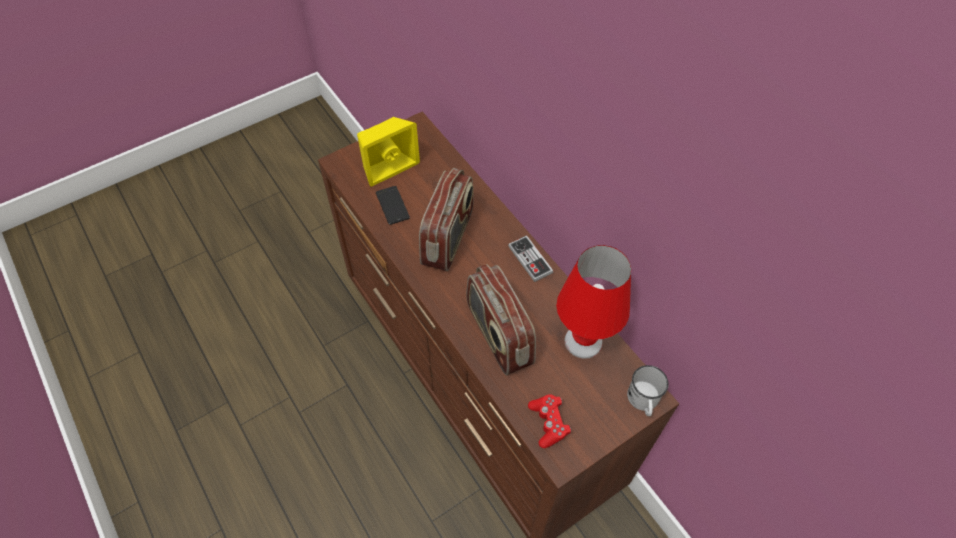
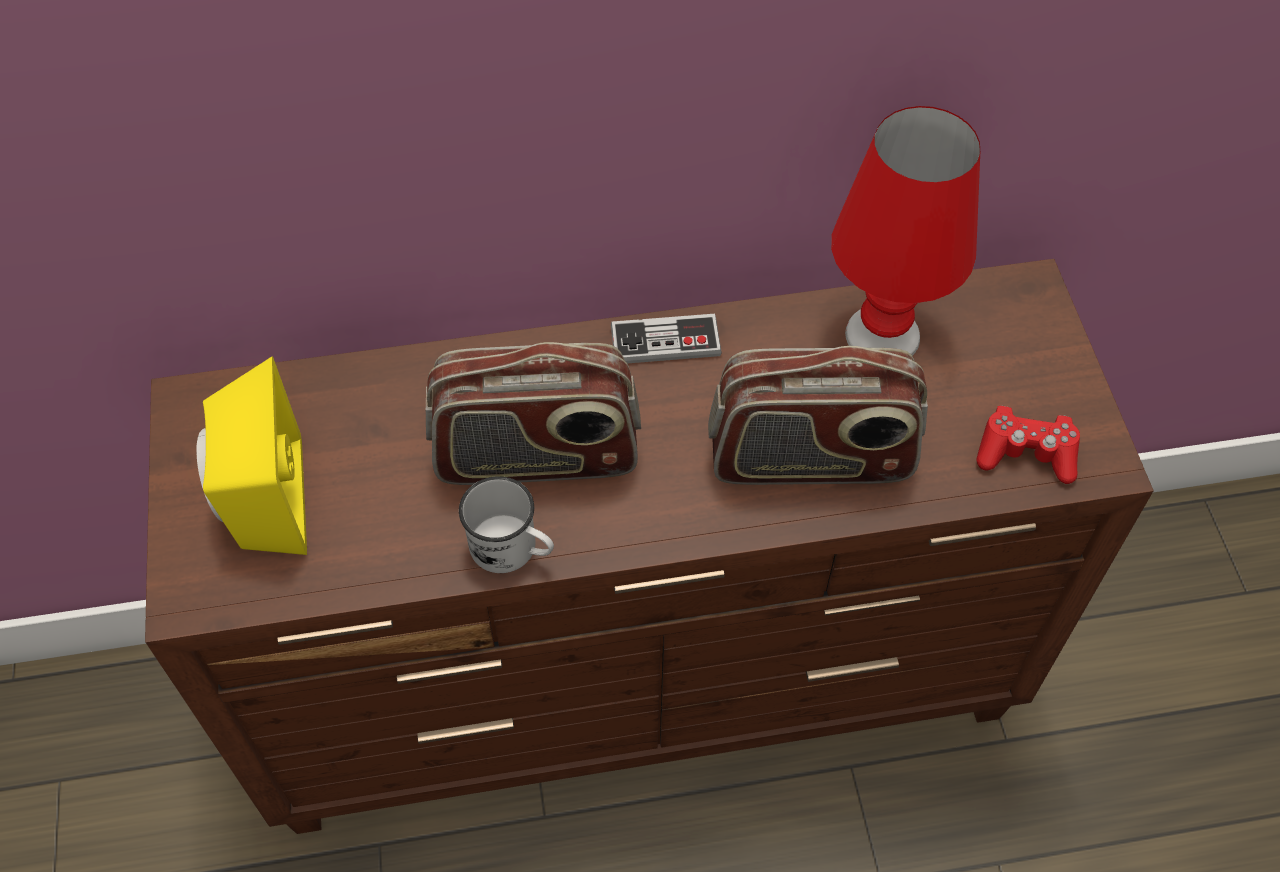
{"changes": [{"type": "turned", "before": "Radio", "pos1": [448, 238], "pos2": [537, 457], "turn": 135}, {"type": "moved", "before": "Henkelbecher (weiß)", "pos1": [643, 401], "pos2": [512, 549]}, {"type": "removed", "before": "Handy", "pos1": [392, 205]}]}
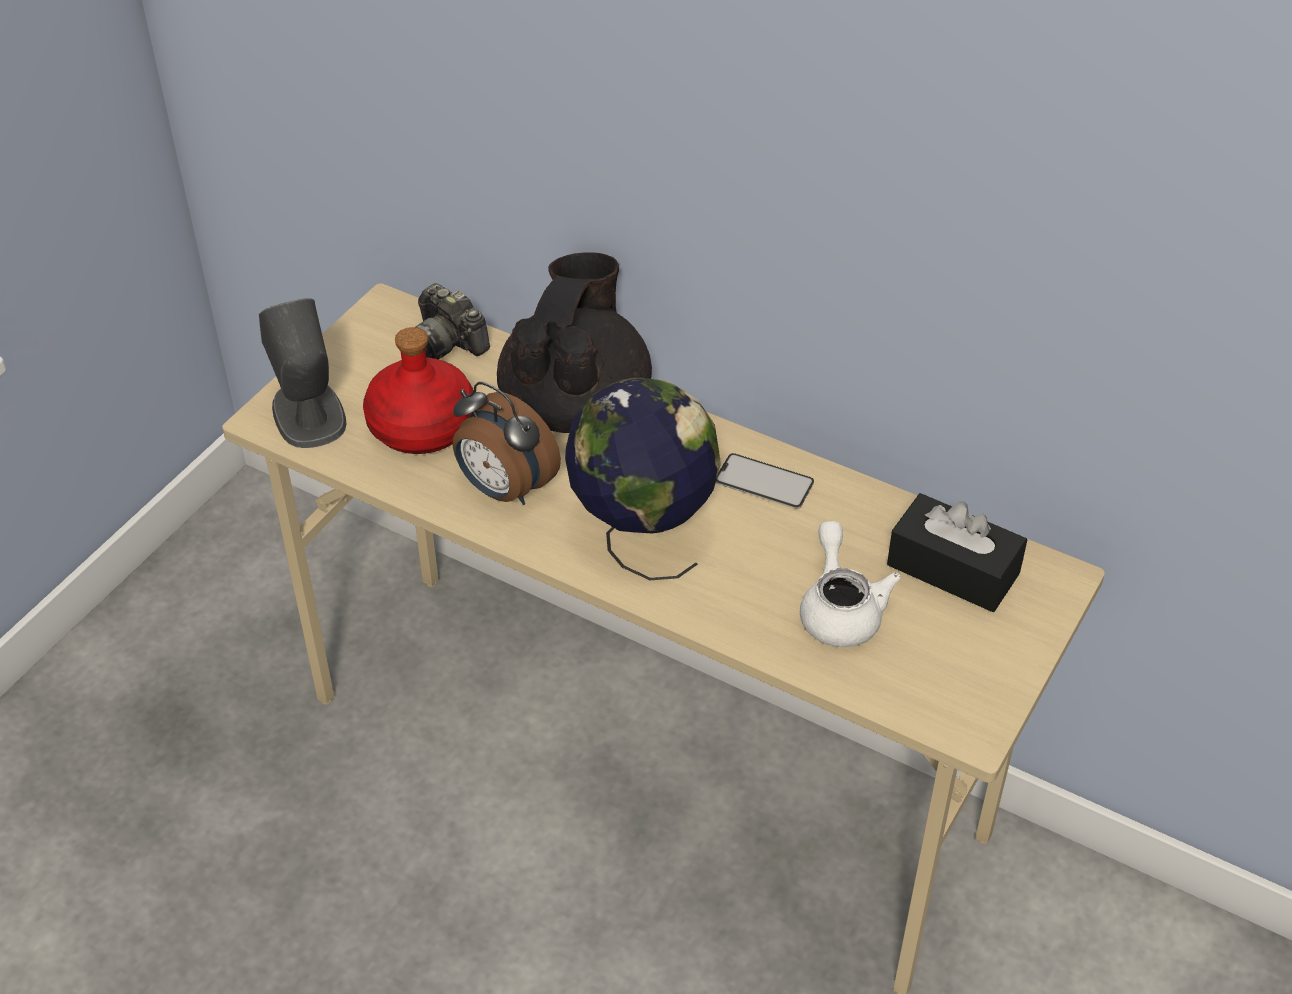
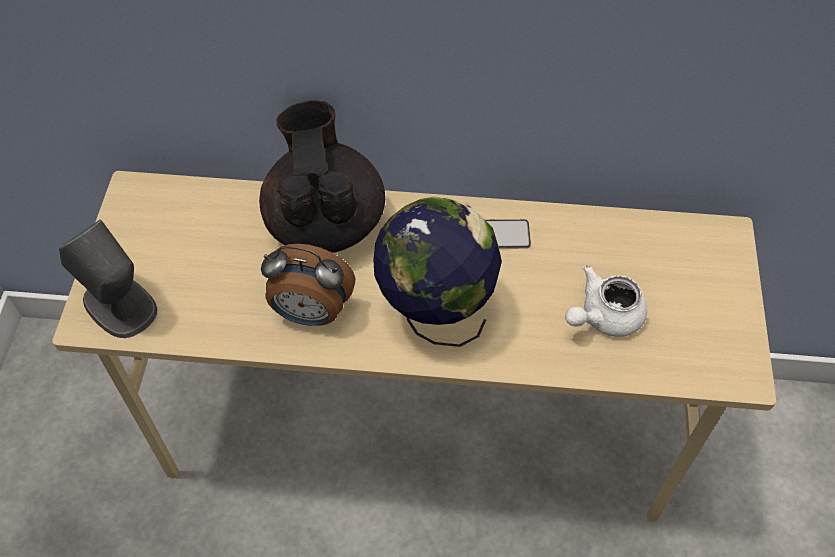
{"changes": [{"type": "turned", "before": "Teekanne (weiß)", "pos1": [840, 609], "pos2": [603, 316], "turn": -90}, {"type": "removed", "before": "Flasche (rot)", "pos1": [423, 426]}, {"type": "removed", "before": "Kamera", "pos1": [446, 343]}, {"type": "removed", "before": "Taschentuchbox (schwarz)", "pos1": [953, 569]}]}
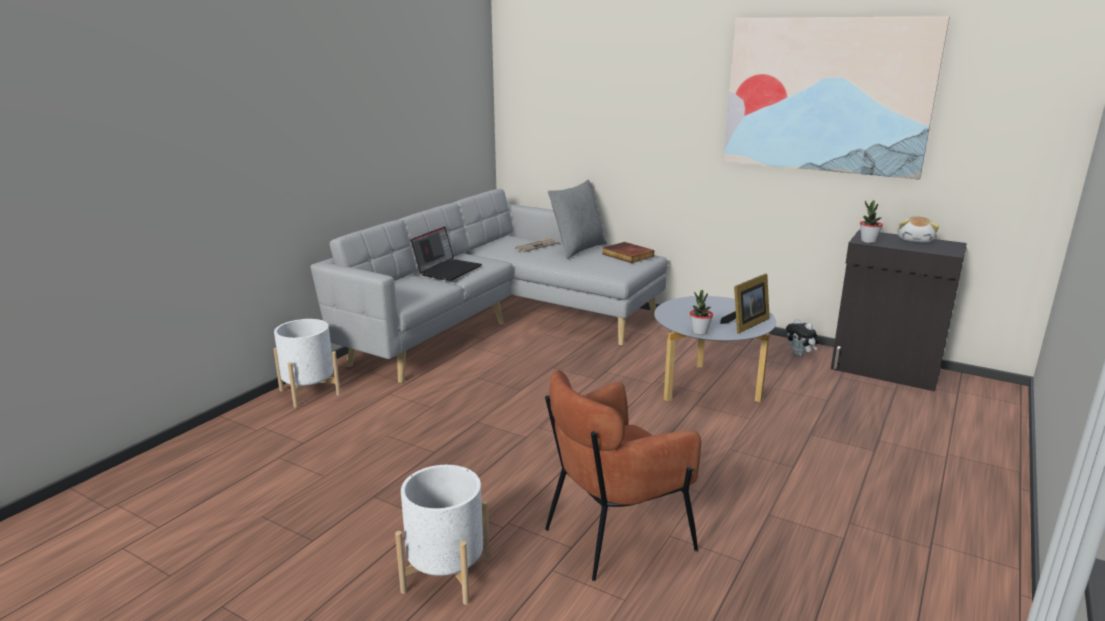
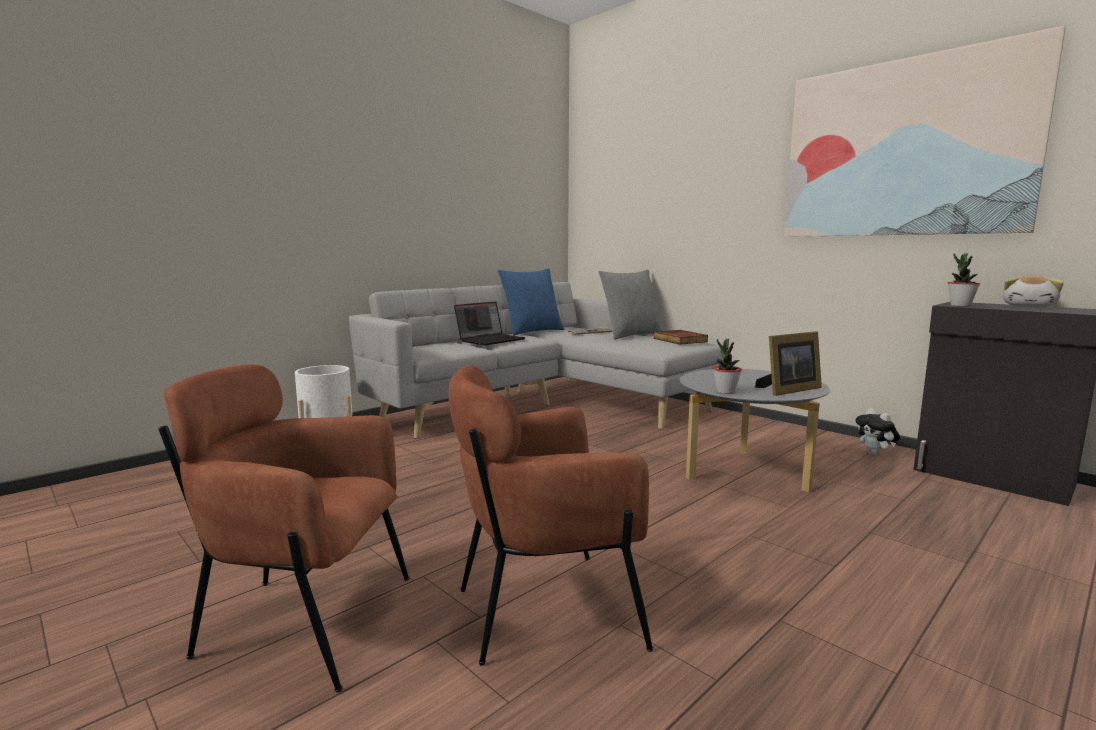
{"changes": [{"type": "replaced", "before": "Pflanzkübel (weiß)", "after": "Sessel (braun)", "pos1": [446, 574], "pos2": [304, 622]}, {"type": "added", "after": "Kissen (blau)", "pos2": [532, 331]}]}
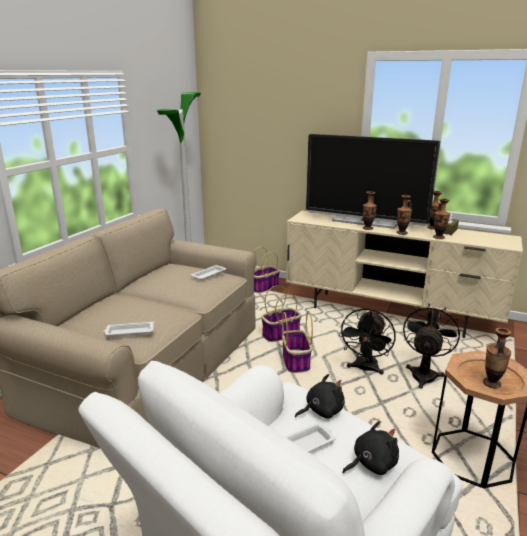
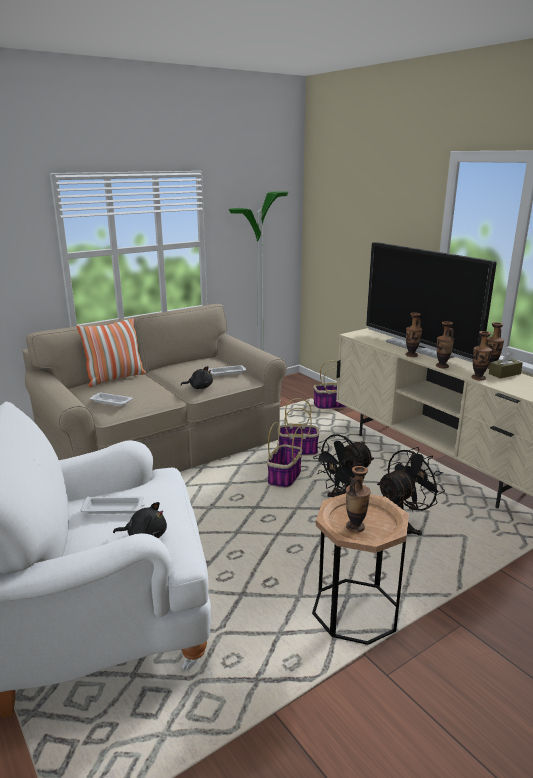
{"changes": [{"type": "added", "after": "Kissen", "pos2": [115, 378]}, {"type": "moved", "before": "Plüschtier (schwarz)", "pos1": [321, 411], "pos2": [199, 387]}]}
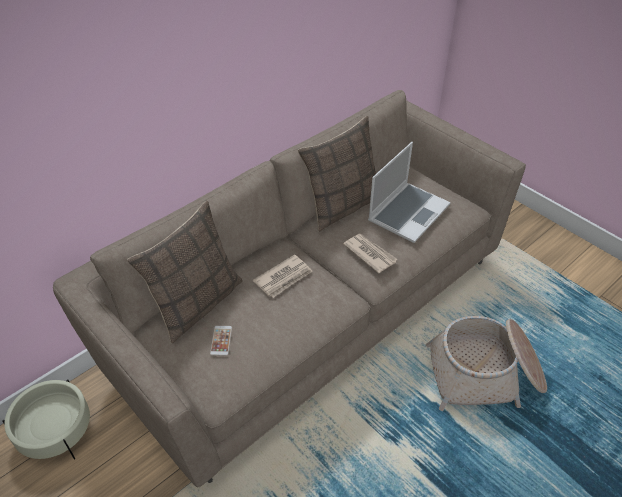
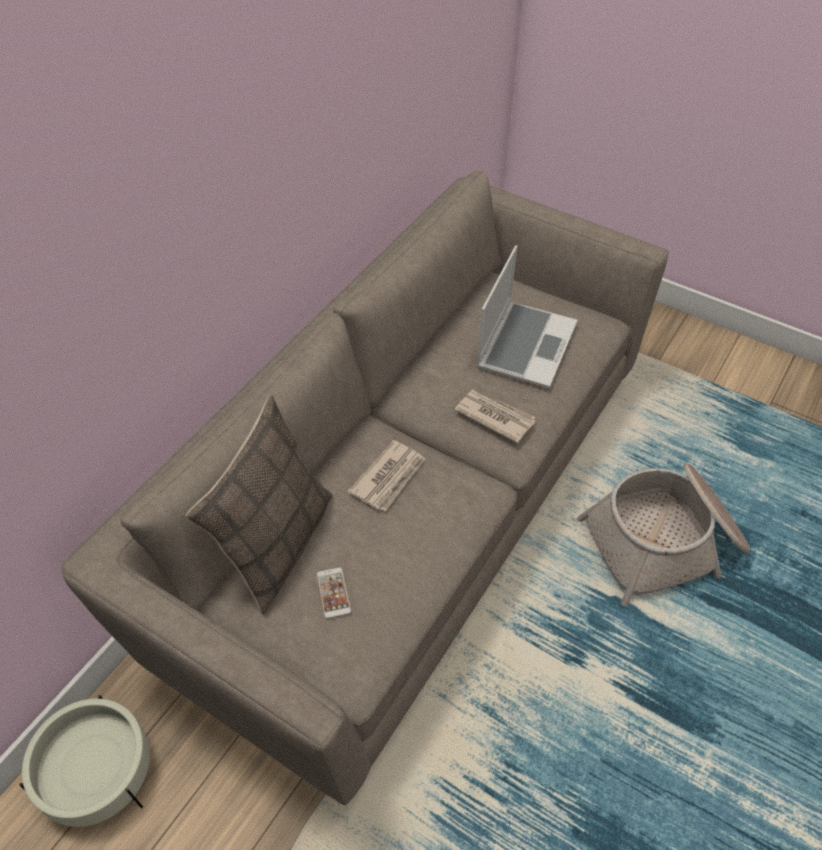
{"changes": [{"type": "removed", "before": "Kissen", "pos1": [342, 205]}]}
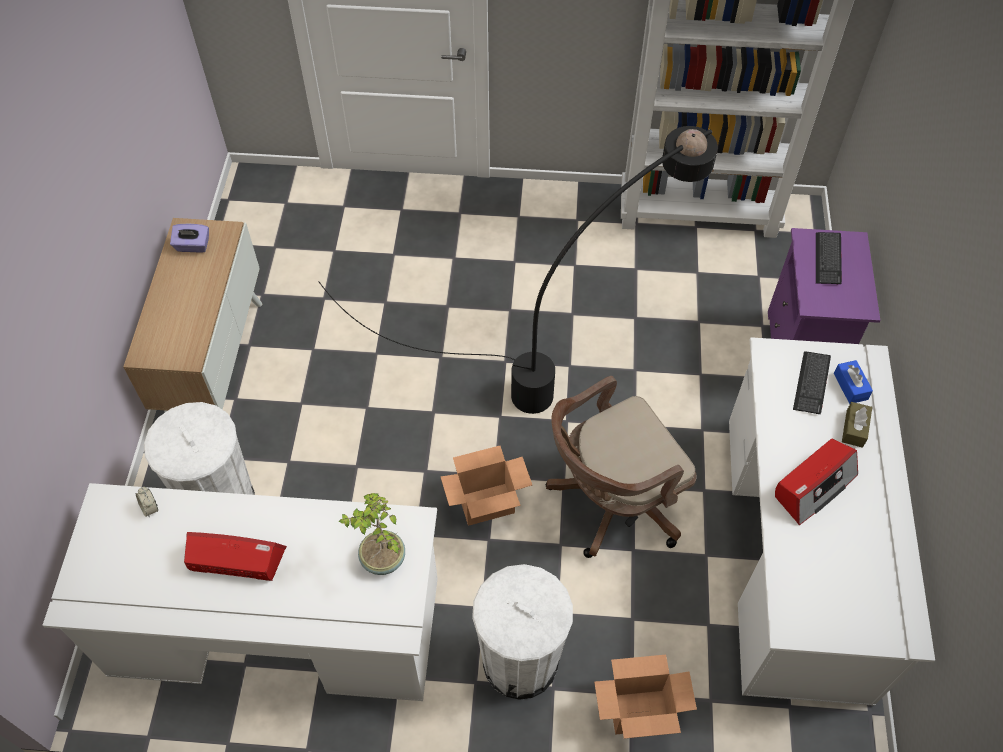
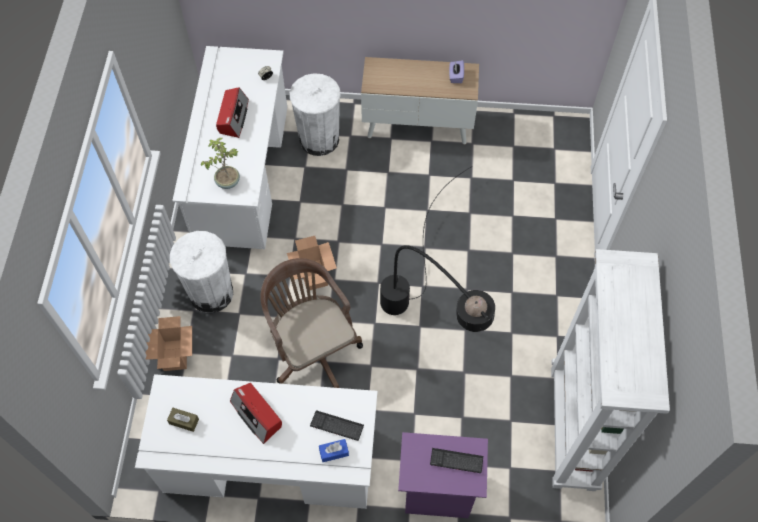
{"changes": [{"type": "moved", "before": "Taschentuchbox (braun)", "pos1": [854, 429], "pos2": [184, 421]}]}
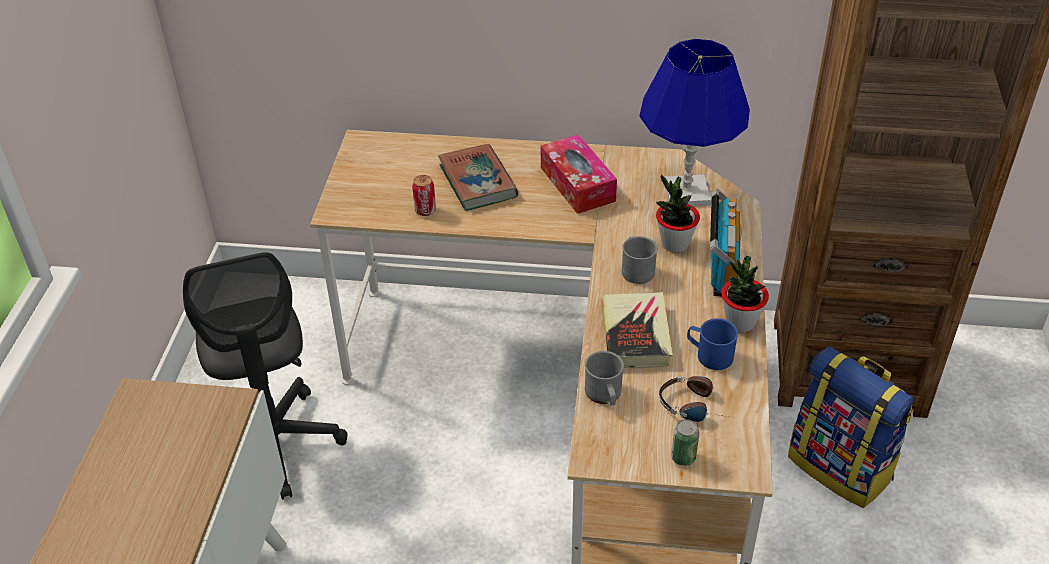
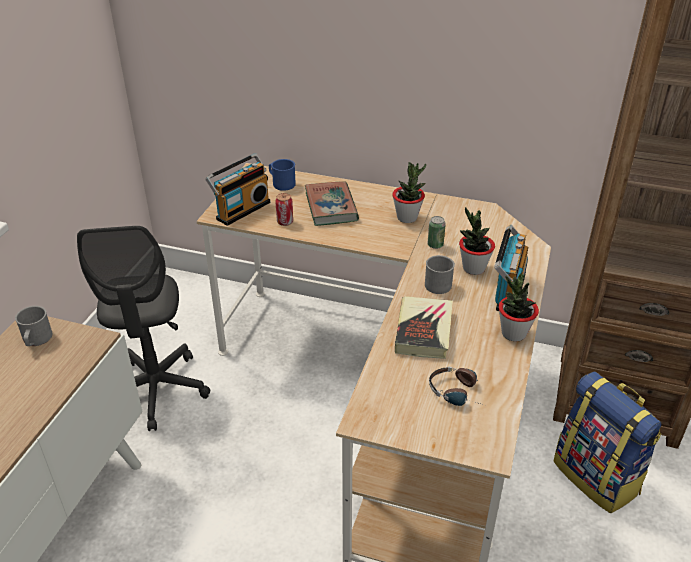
{"changes": [{"type": "moved", "before": "Henkelbecher (grau)", "pos1": [604, 395], "pos2": [36, 340]}, {"type": "added", "after": "Radio", "pos2": [241, 210]}, {"type": "moved", "before": "Henkelbecher (blau)", "pos1": [709, 355], "pos2": [281, 183]}, {"type": "replaced", "before": "Taschentuchbox", "after": "Topfpflanze", "pos1": [577, 184], "pos2": [407, 217]}, {"type": "moved", "before": "Dose", "pos1": [683, 457], "pos2": [435, 245]}, {"type": "removed", "before": "Tischlampe (blau)", "pos1": [686, 192]}]}
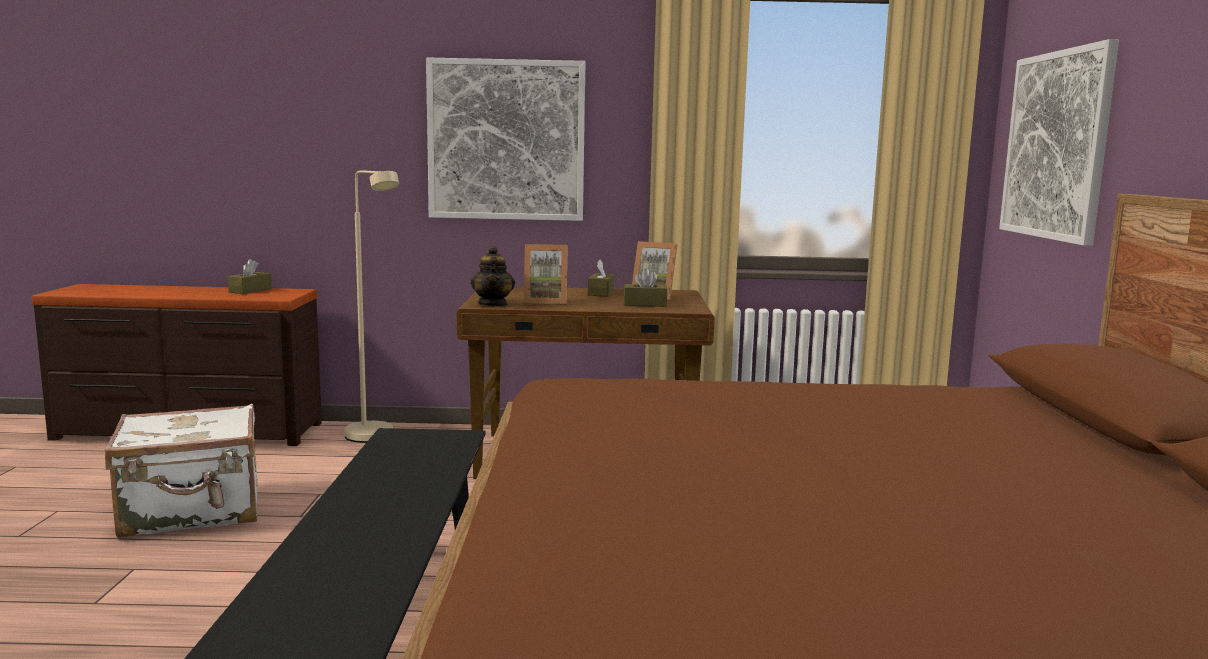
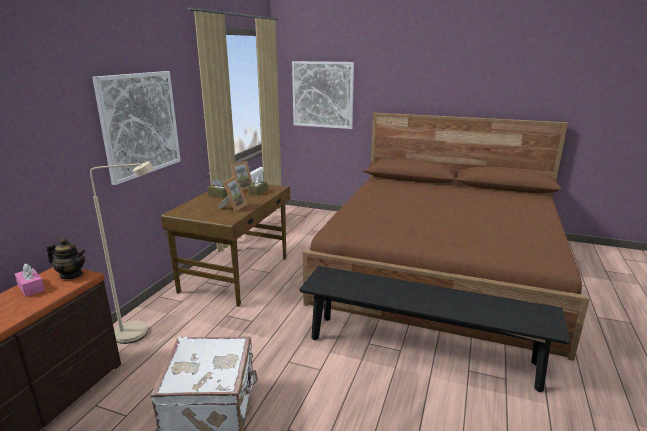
{"changes": [{"type": "recoloured", "before": "Taschentuchbox (braun)", "after": "Taschentuchbox (rosa)", "pos1": [250, 291], "pos2": [31, 288]}, {"type": "moved", "before": "Teekanne", "pos1": [493, 304], "pos2": [71, 275]}]}
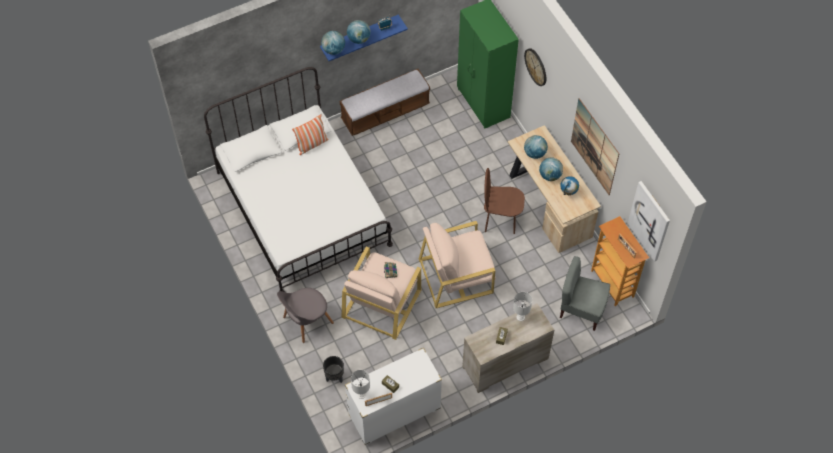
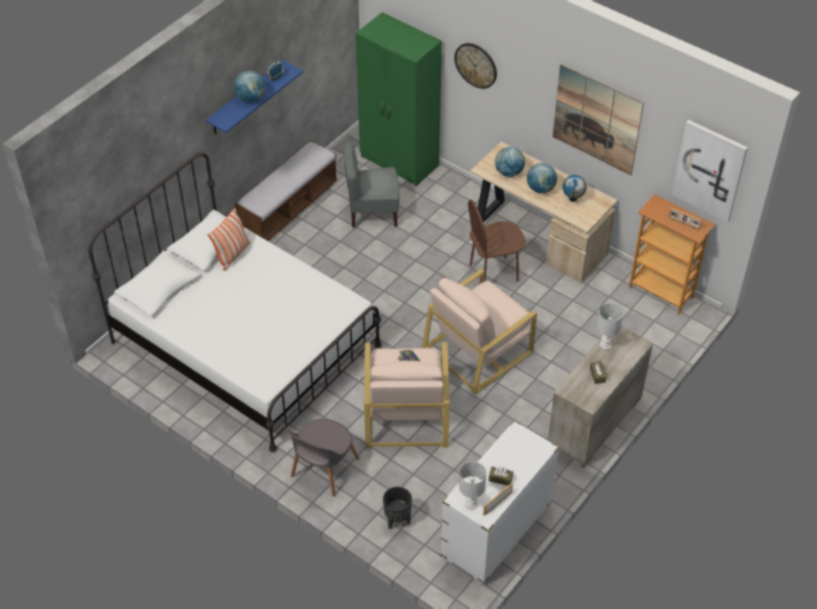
{"changes": [{"type": "moved", "before": "Stuhl (grau)", "pos1": [581, 309], "pos2": [372, 212]}, {"type": "removed", "before": "Globus", "pos1": [333, 50]}]}
